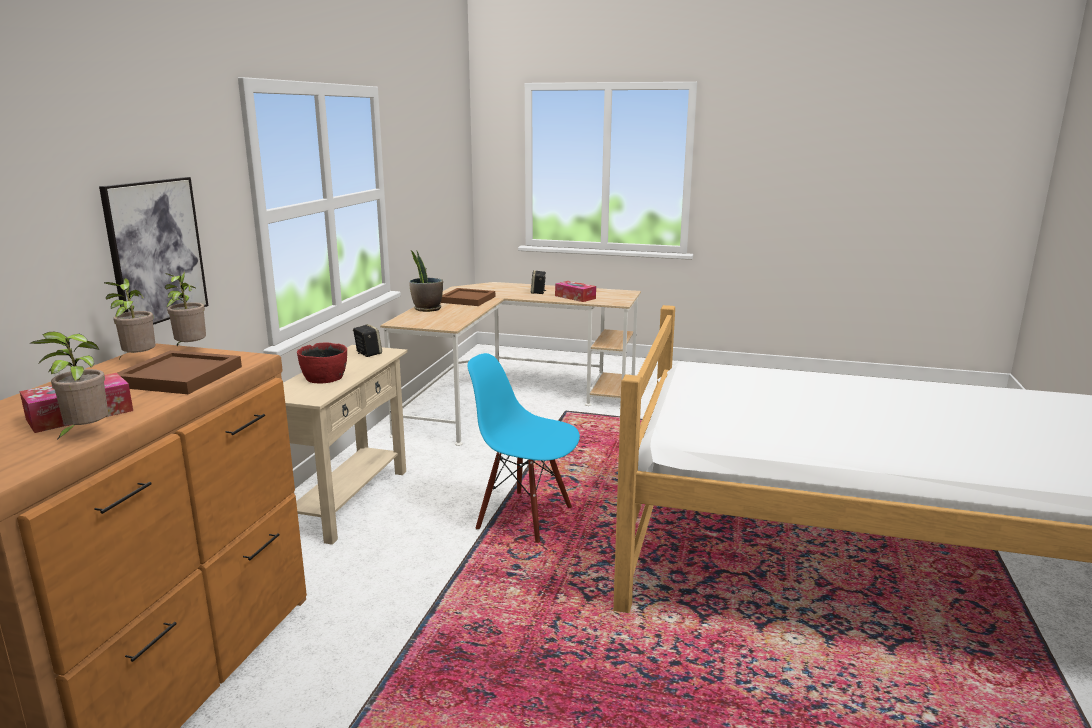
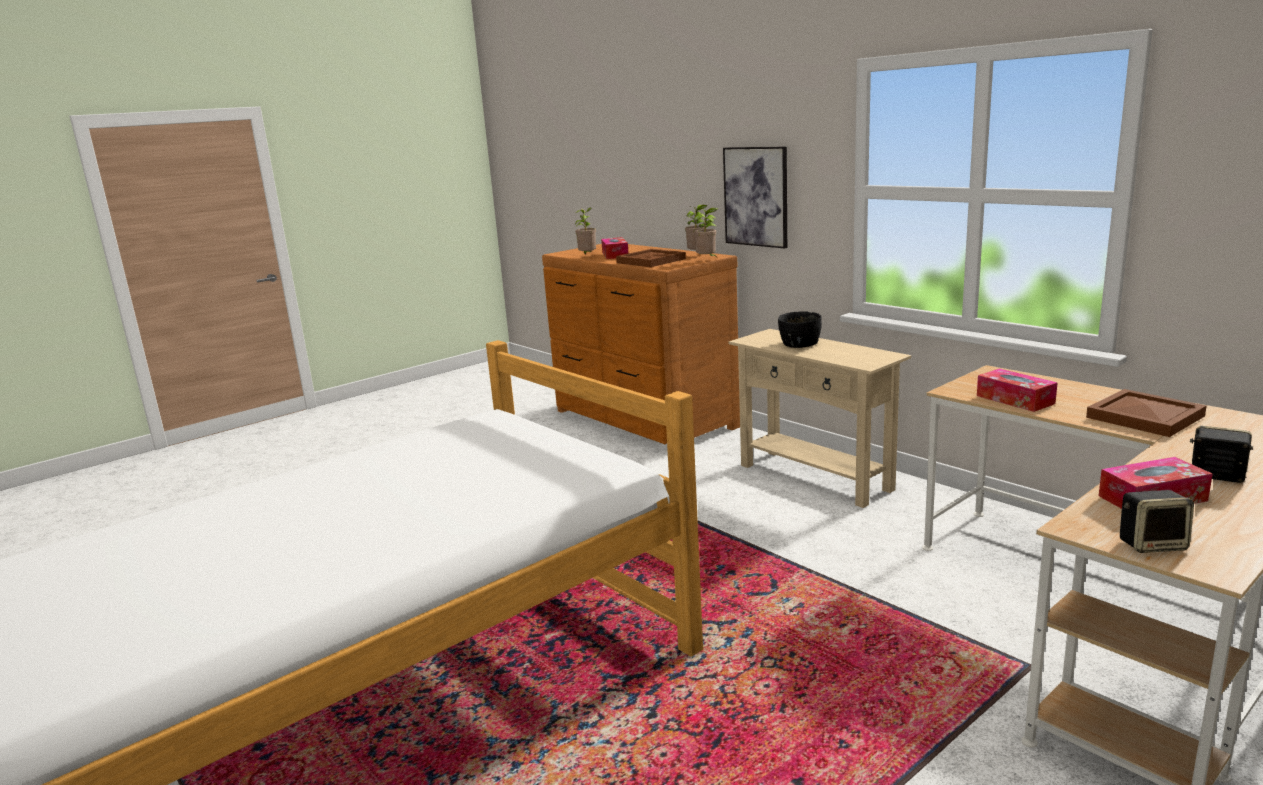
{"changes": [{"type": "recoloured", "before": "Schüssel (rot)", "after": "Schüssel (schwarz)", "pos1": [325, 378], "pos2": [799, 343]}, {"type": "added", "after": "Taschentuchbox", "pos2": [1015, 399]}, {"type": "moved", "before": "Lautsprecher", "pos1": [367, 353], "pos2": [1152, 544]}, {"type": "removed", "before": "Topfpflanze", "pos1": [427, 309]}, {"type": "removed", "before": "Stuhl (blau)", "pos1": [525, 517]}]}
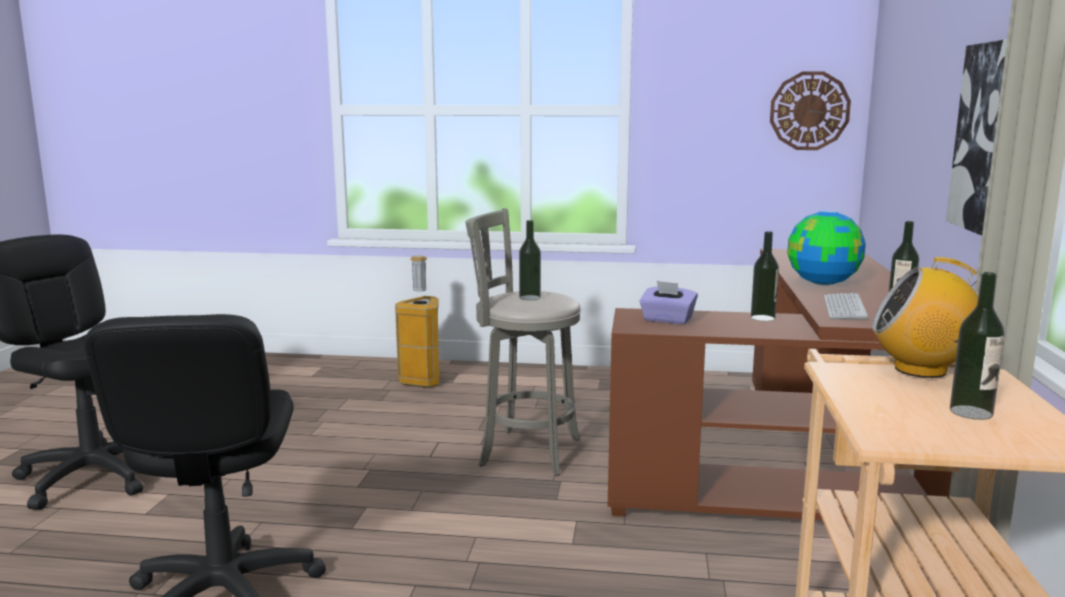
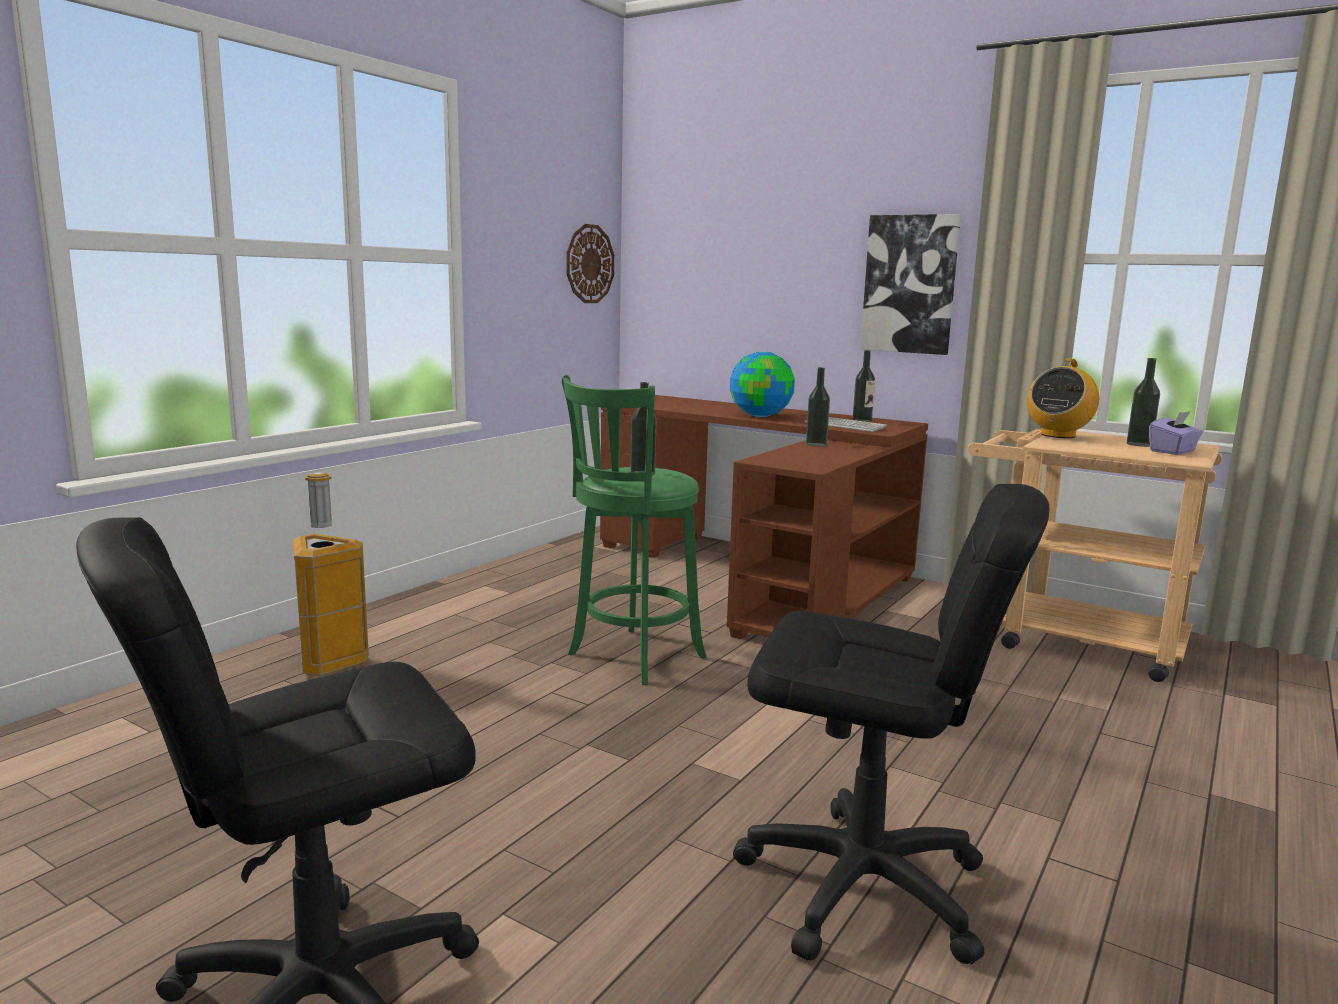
{"changes": [{"type": "recoloured", "before": "Hocker (grau)", "after": "Hocker (grün)", "pos1": [524, 451], "pos2": [631, 657]}, {"type": "moved", "before": "Taschentuchbox (lila)", "pos1": [667, 320], "pos2": [1173, 451]}]}
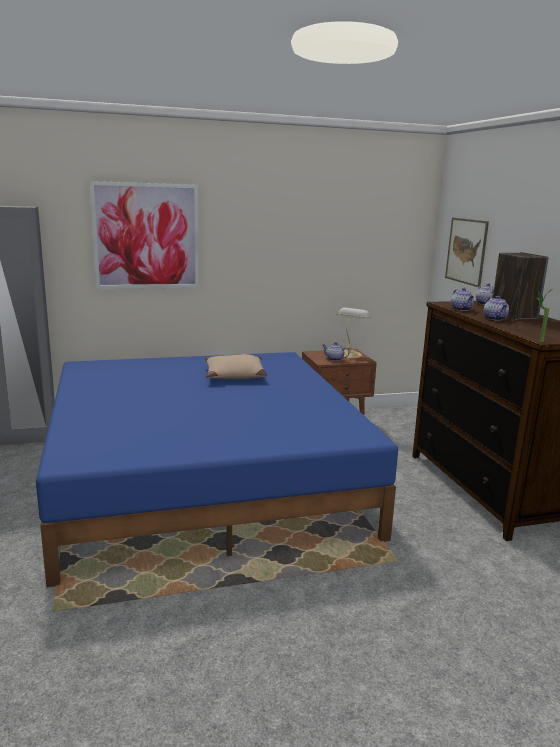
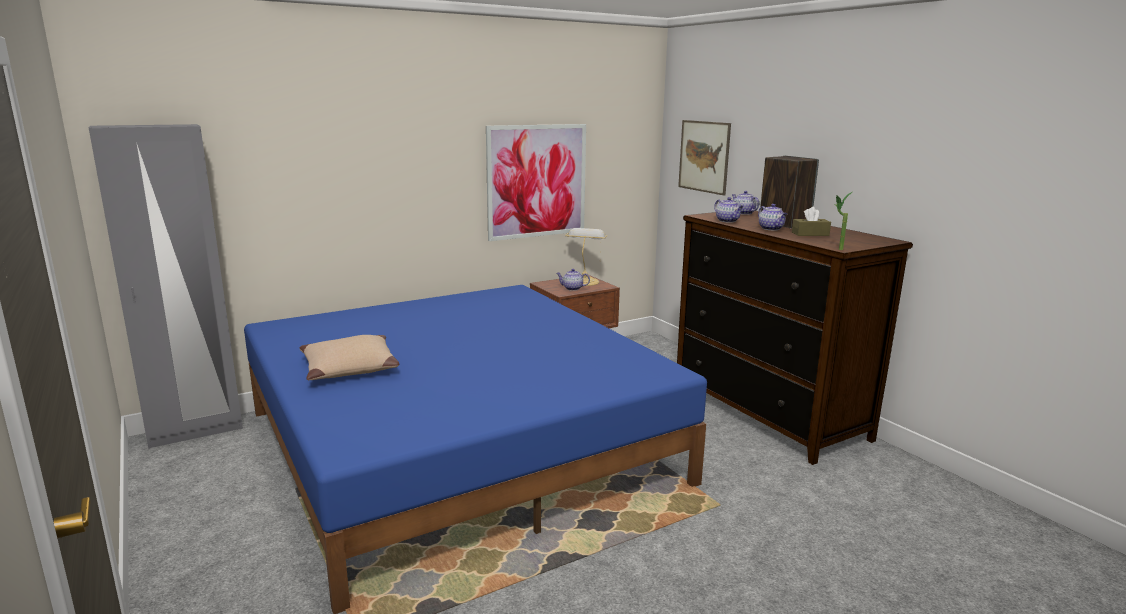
{"changes": [{"type": "moved", "before": "Kissen (beige)", "pos1": [235, 375], "pos2": [350, 368]}, {"type": "moved", "before": "Bild", "pos1": [146, 236], "pos2": [537, 181]}, {"type": "added", "after": "Taschentuchbox (braun)", "pos2": [810, 234]}]}
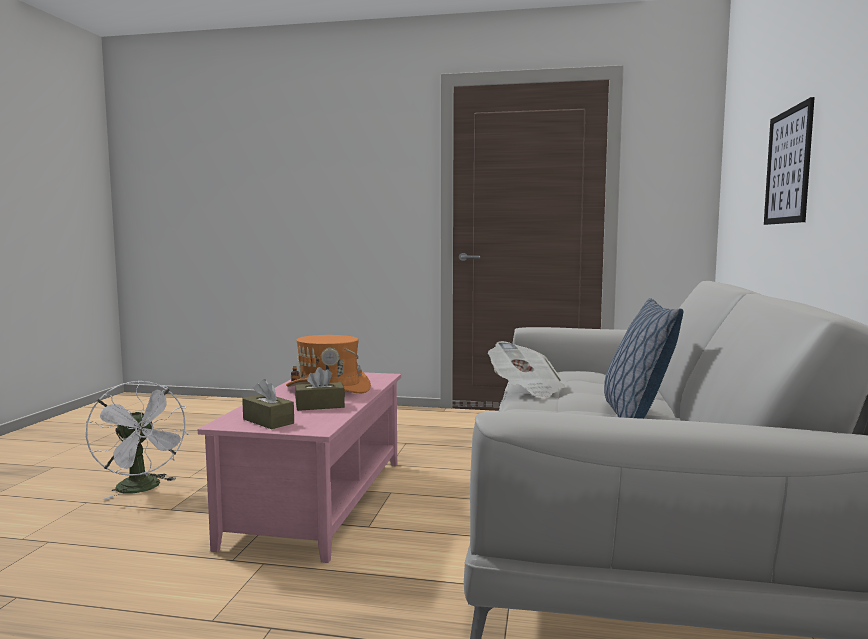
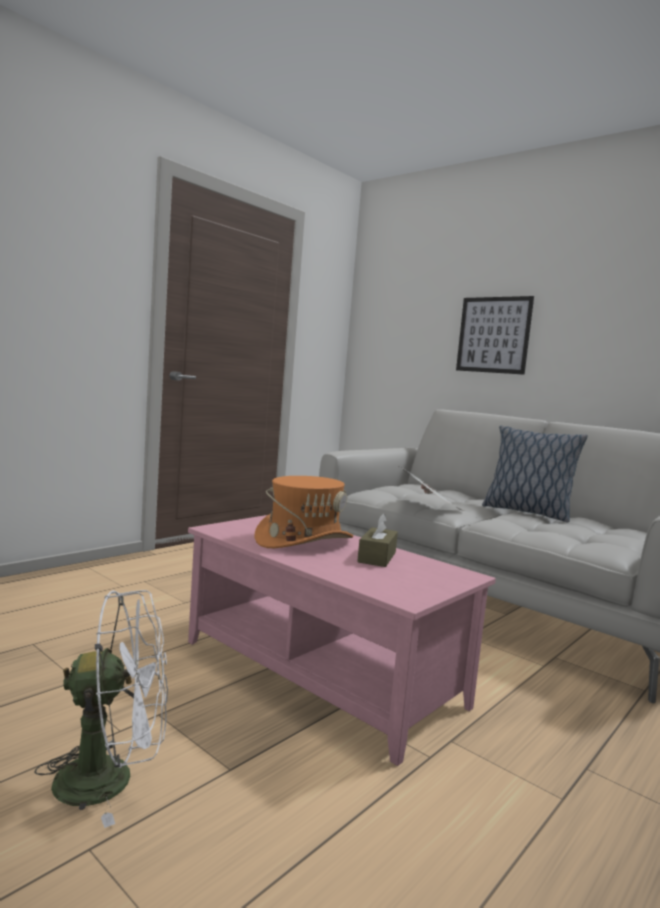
{"changes": [{"type": "removed", "before": "Taschentuchbox (braun)", "pos1": [268, 421]}]}
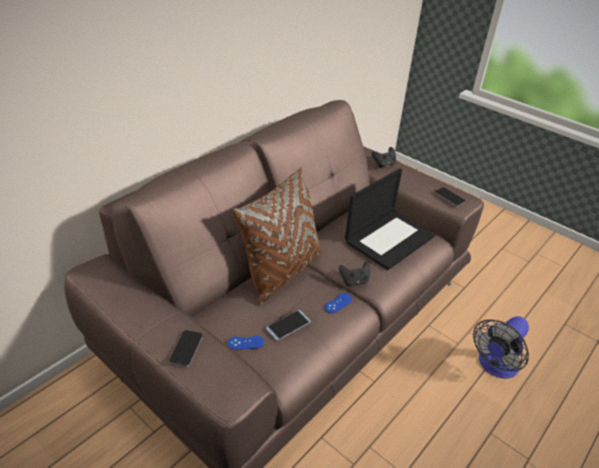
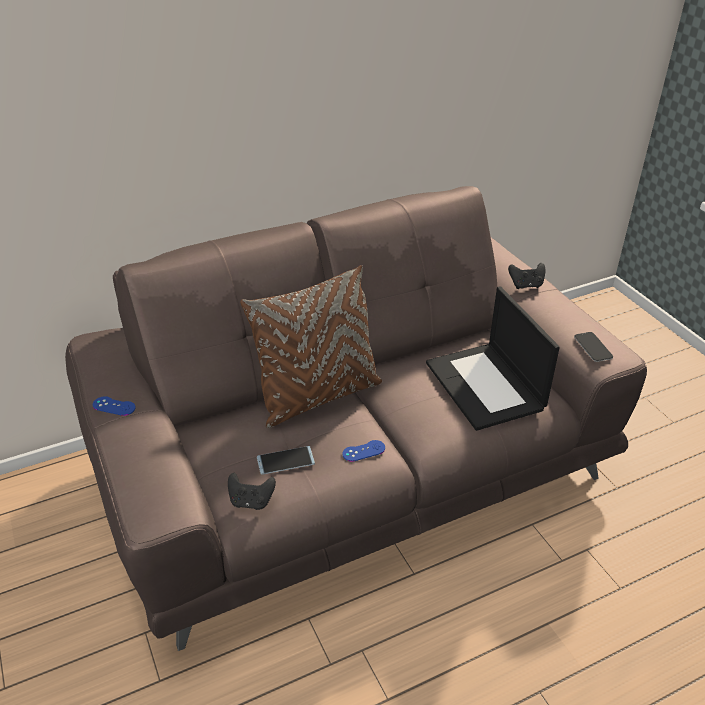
{"changes": [{"type": "moved", "before": "Gamepad (blau)", "pos1": [246, 343], "pos2": [114, 406]}, {"type": "moved", "before": "Gamepad (schwarz)", "pos1": [354, 281], "pos2": [251, 501]}, {"type": "turned", "before": "Laptop", "pos1": [389, 238], "pos2": [486, 386], "turn": 90}, {"type": "removed", "before": "Handy", "pos1": [186, 349]}, {"type": "removed", "before": "Ventilator", "pos1": [495, 366]}]}
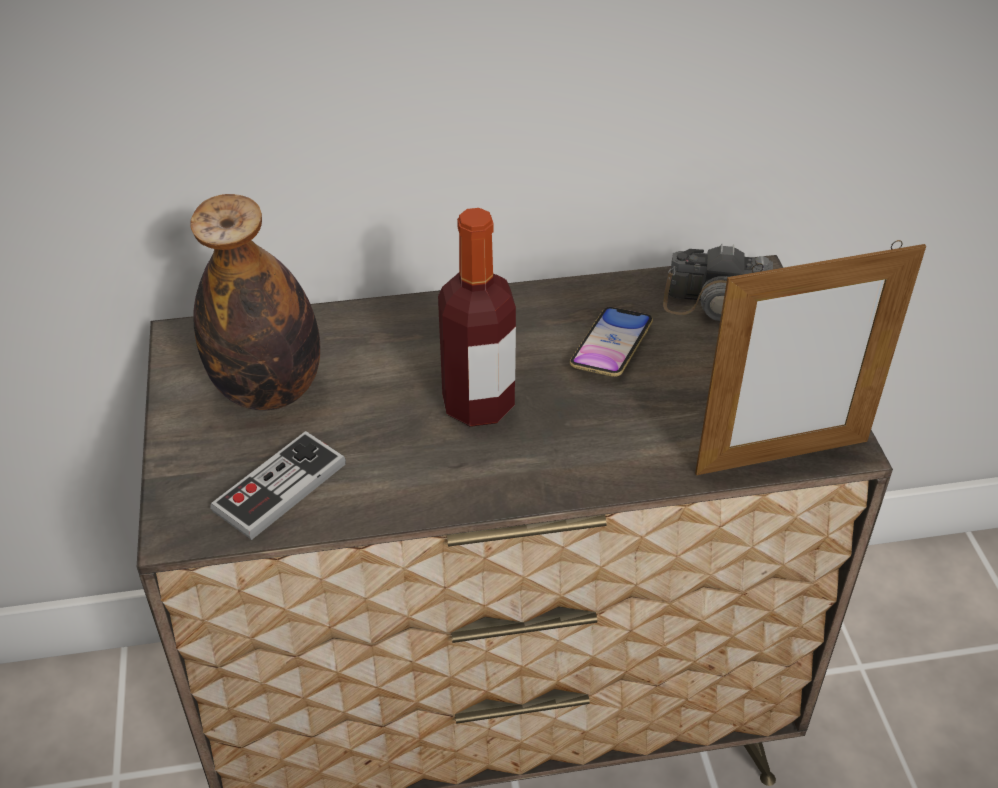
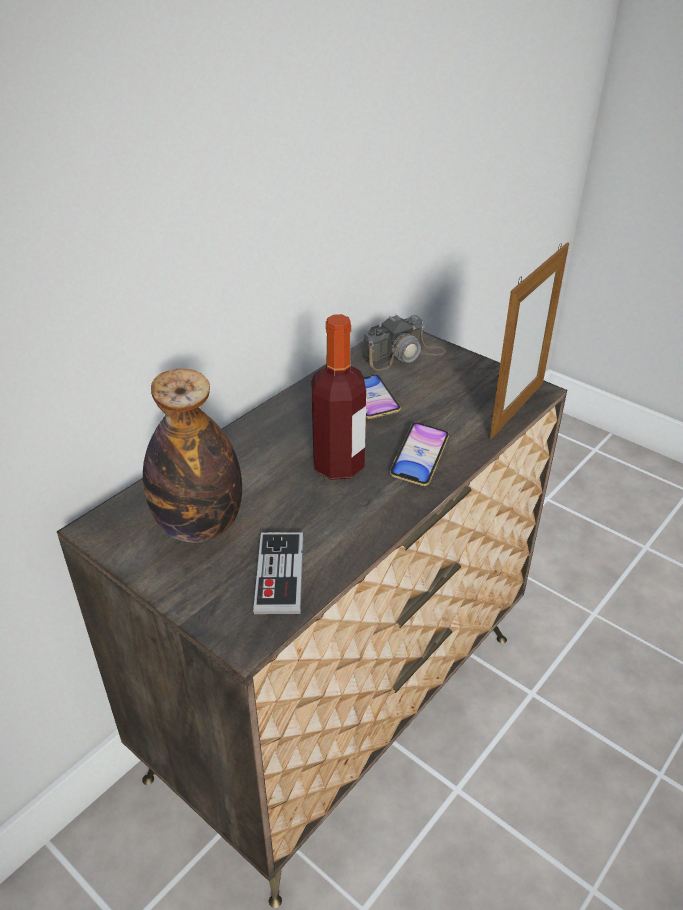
{"changes": [{"type": "added", "after": "Handy", "pos2": [419, 458]}]}
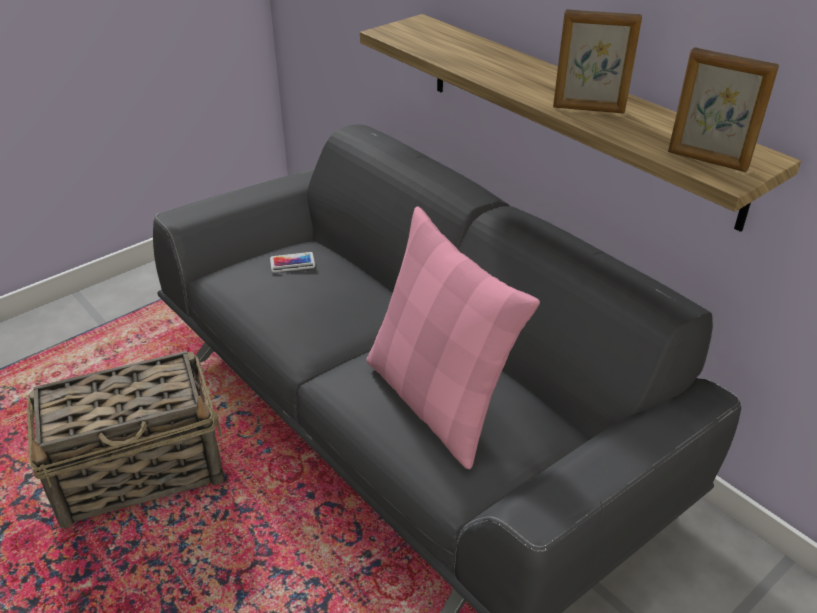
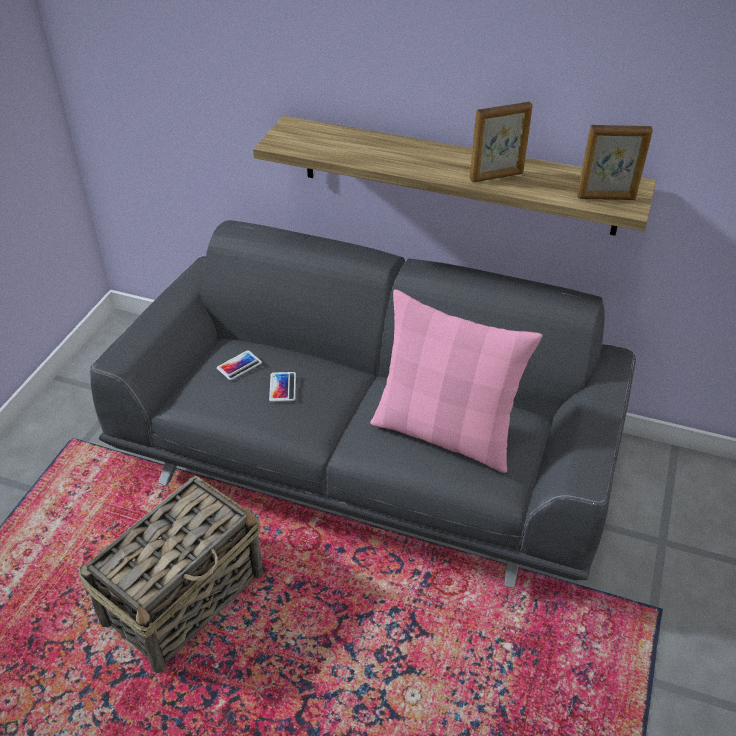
{"changes": [{"type": "added", "after": "Handy", "pos2": [282, 387]}]}
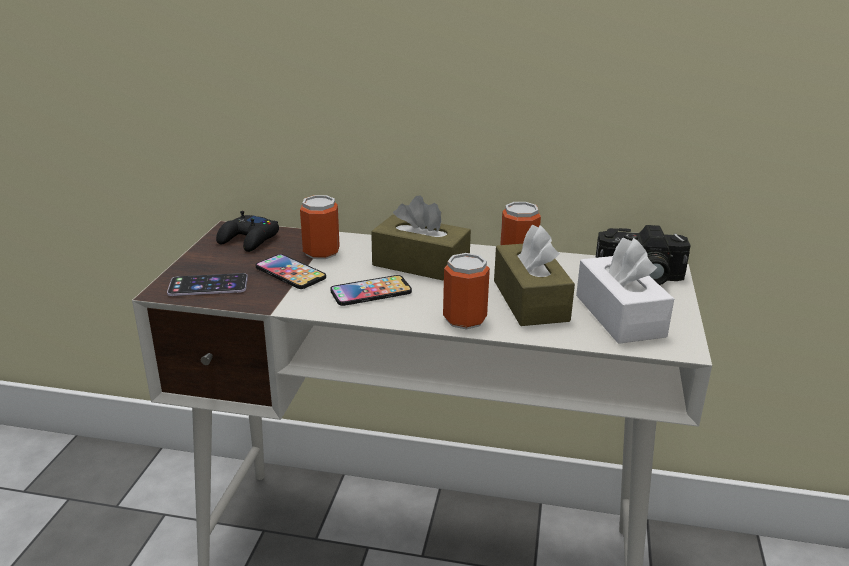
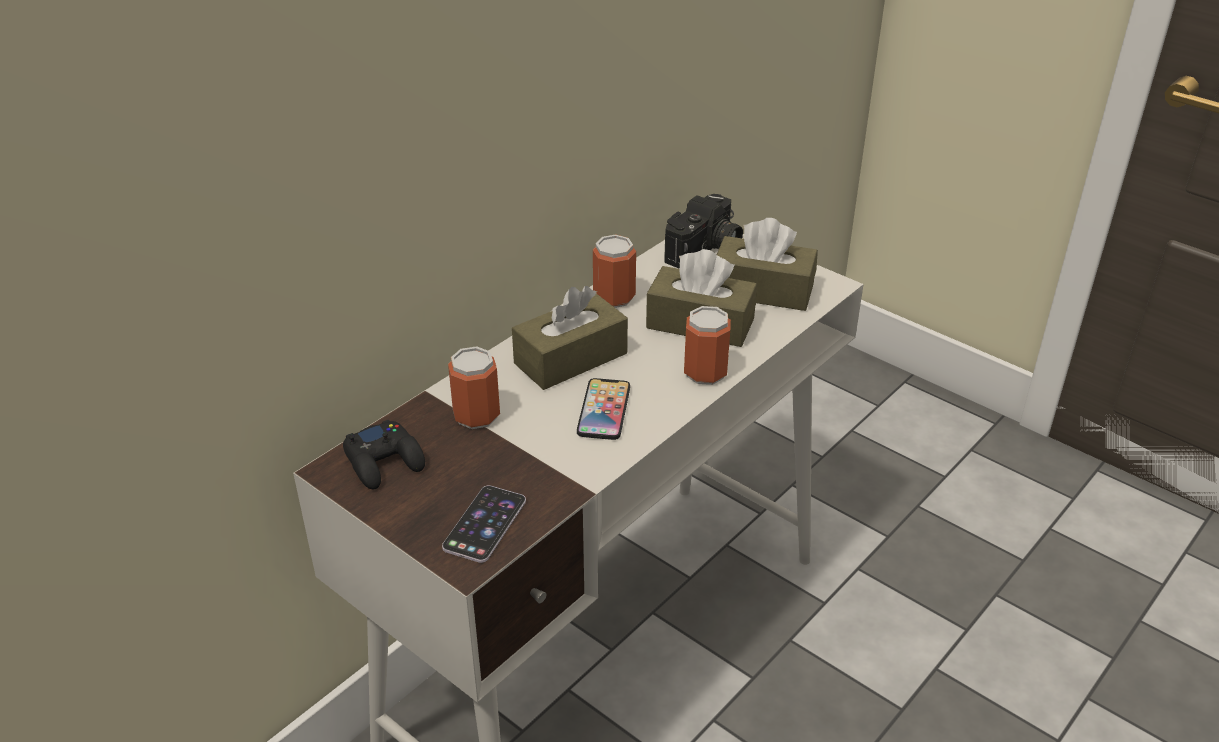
{"changes": [{"type": "recoloured", "before": "Taschentuchbox (weiß)", "after": "Taschentuchbox (braun)", "pos1": [619, 316], "pos2": [762, 290]}, {"type": "removed", "before": "Handy", "pos1": [290, 273]}]}
